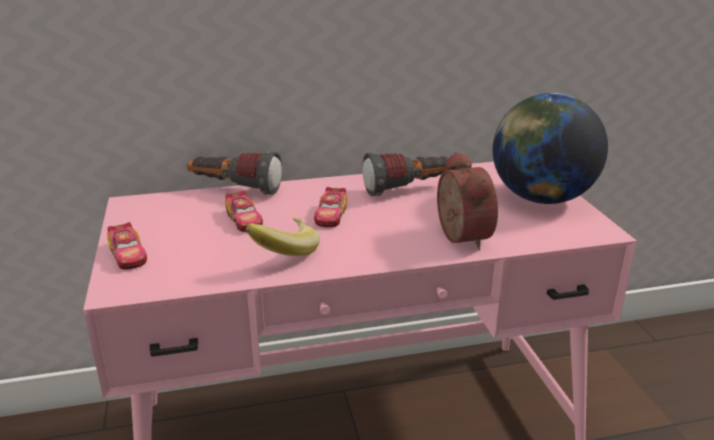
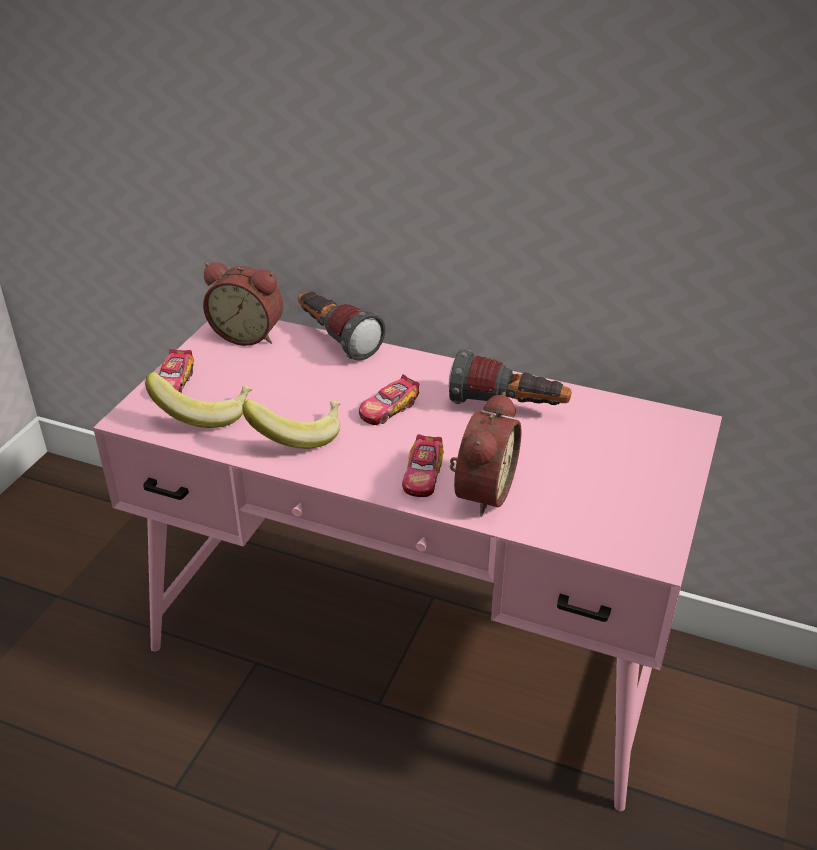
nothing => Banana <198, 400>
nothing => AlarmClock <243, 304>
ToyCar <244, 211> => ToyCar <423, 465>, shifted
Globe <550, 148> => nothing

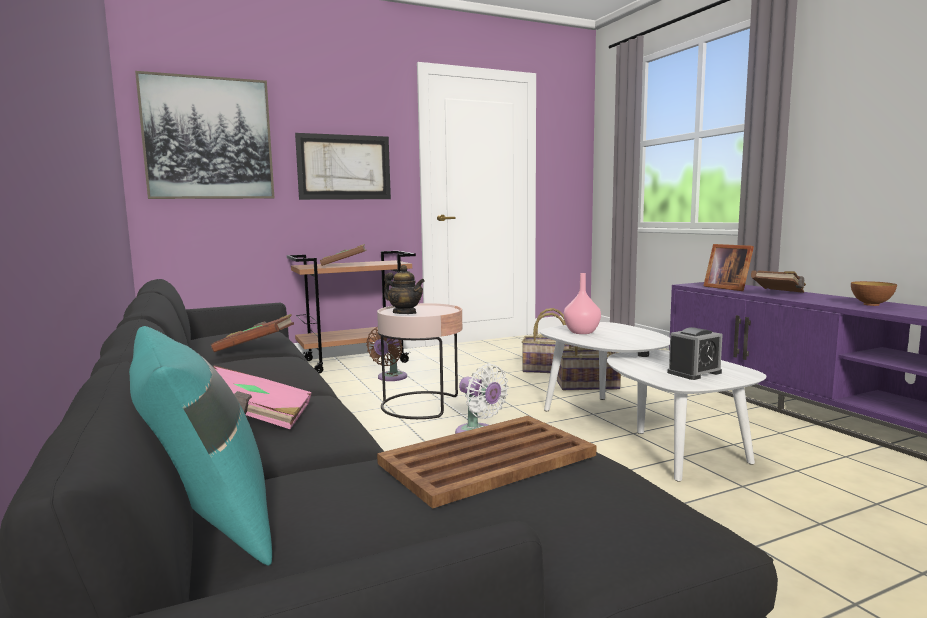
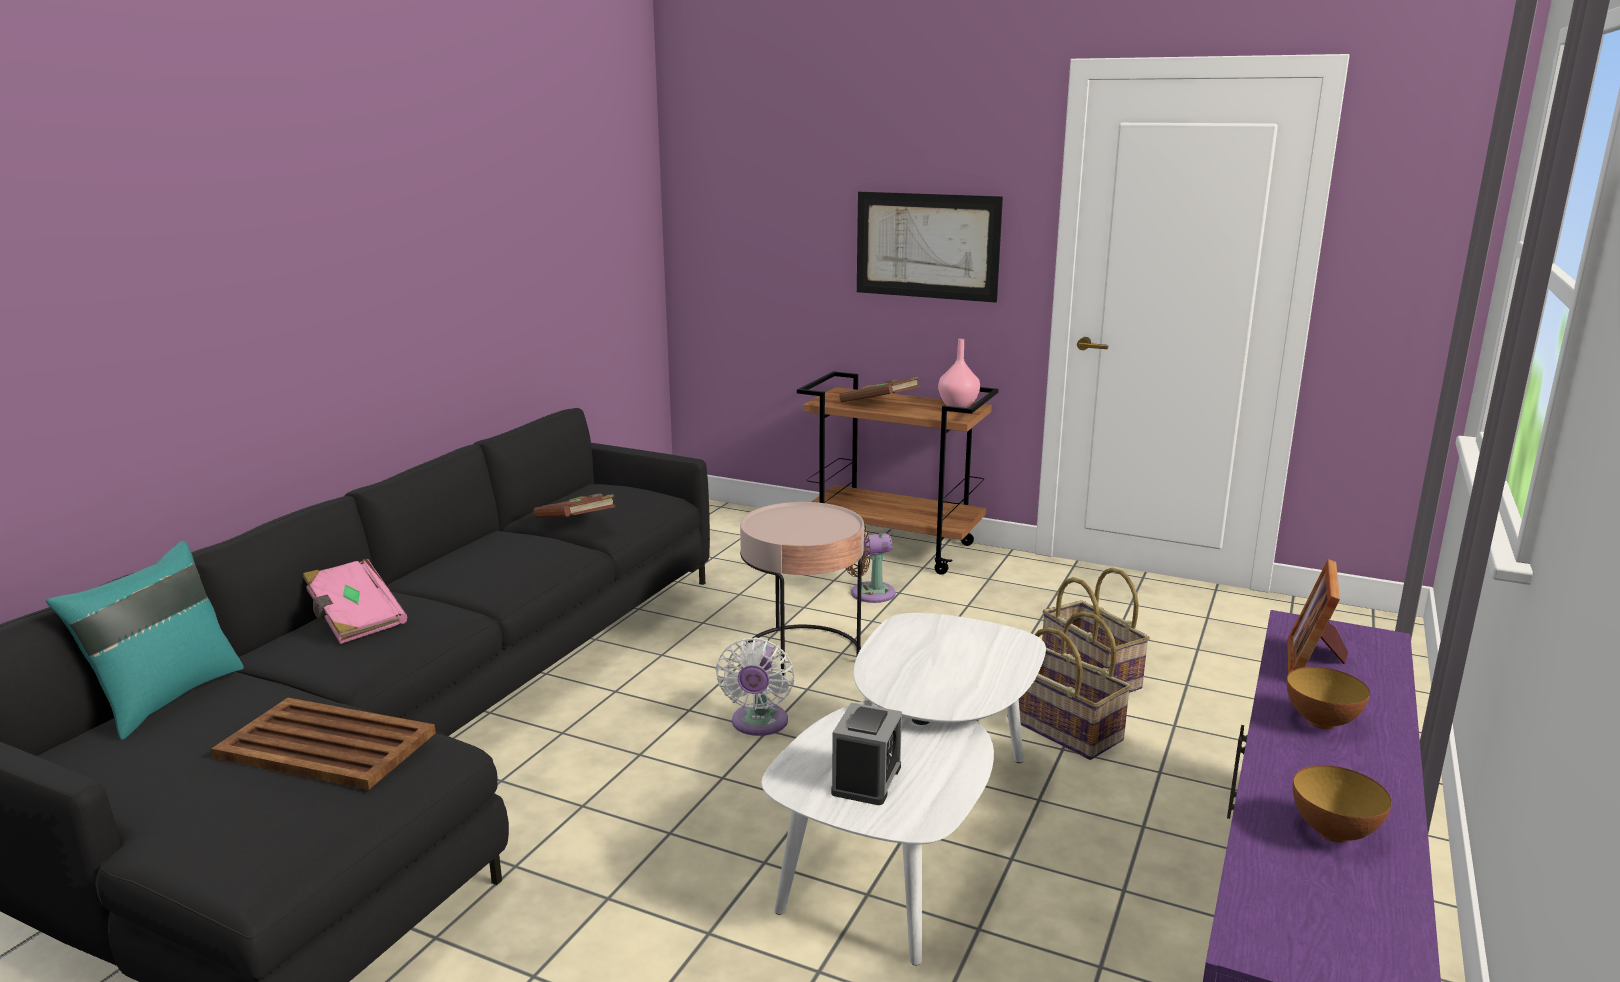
AlarmClock <695, 353> => AlarmClock <866, 754>, 90 degrees counterclockwise
PinkVase <582, 303> => PinkVase <959, 373>, shifted
BrownBook <778, 281> => Bowl <1328, 698>
Picture <204, 135> => nothing
Teapot <404, 289> => nothing

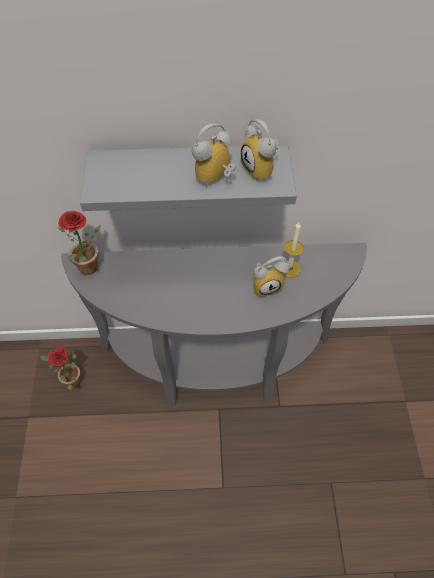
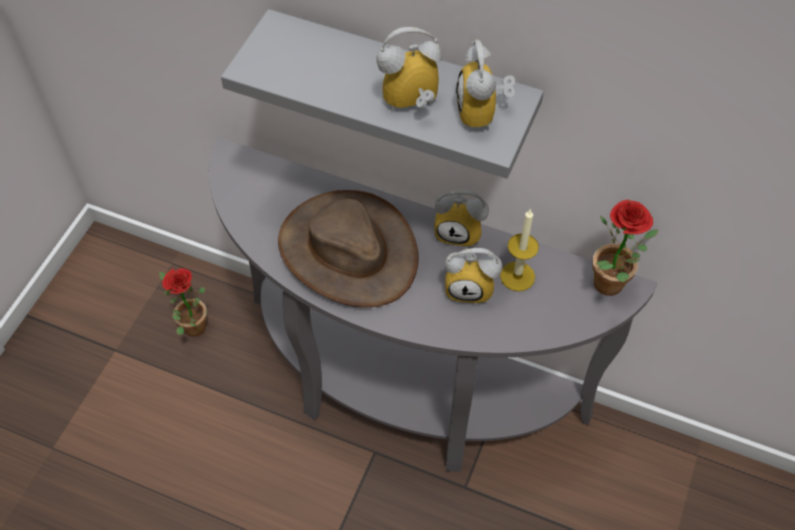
nothing => BrownHat <348, 249>
nothing => AlarmClock <462, 218>
PottedPlant <79, 243> => PottedPlant <625, 247>, shifted

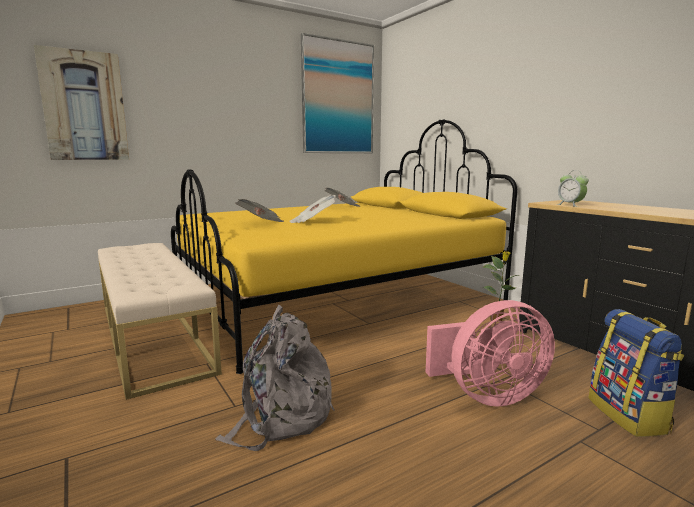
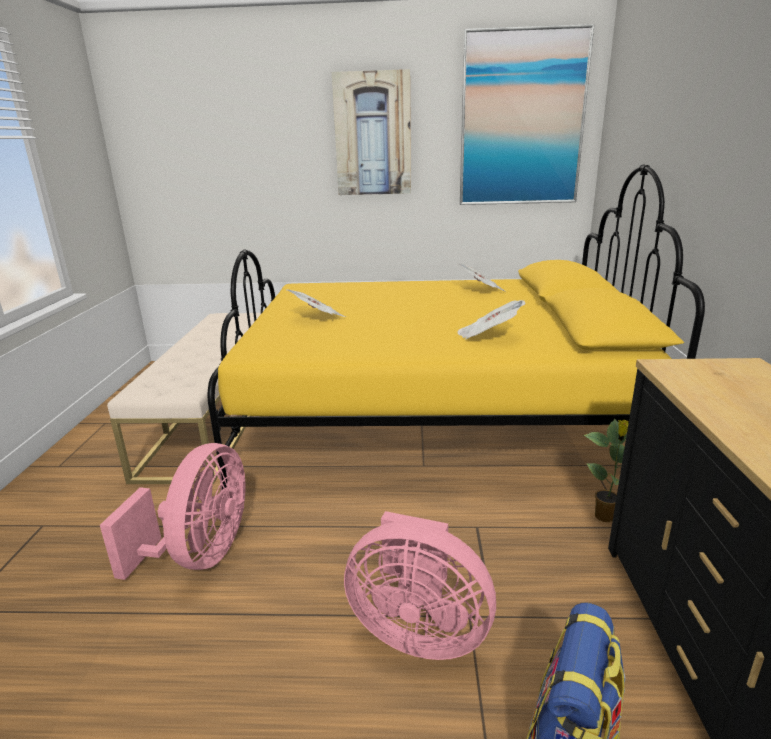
GreyBackpack <275, 378> => PinkFan <172, 511>
Picture <81, 102> => Picture <371, 132>, shifted
Newspaper <312, 209> => Newspaper <491, 319>, shifted
AlarmClock <572, 188> => nothing

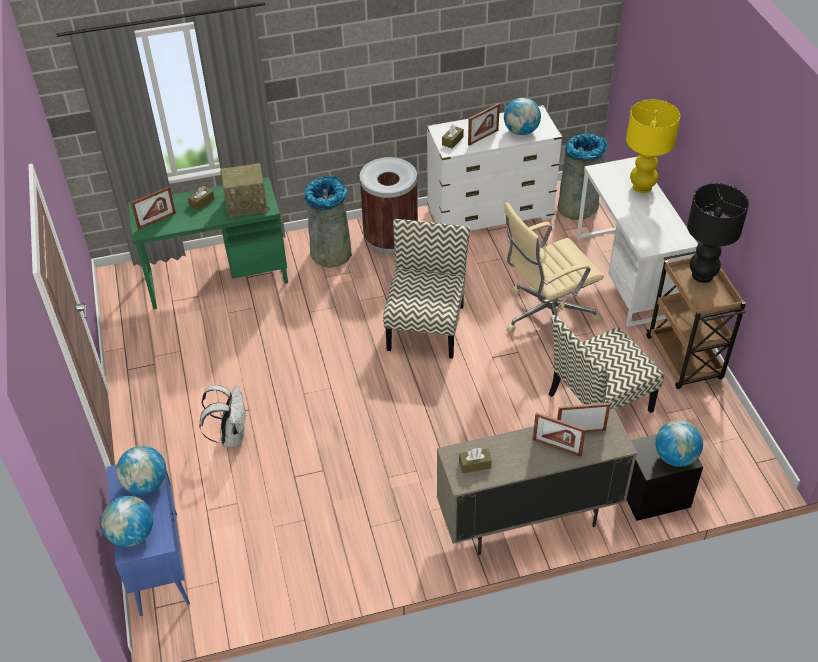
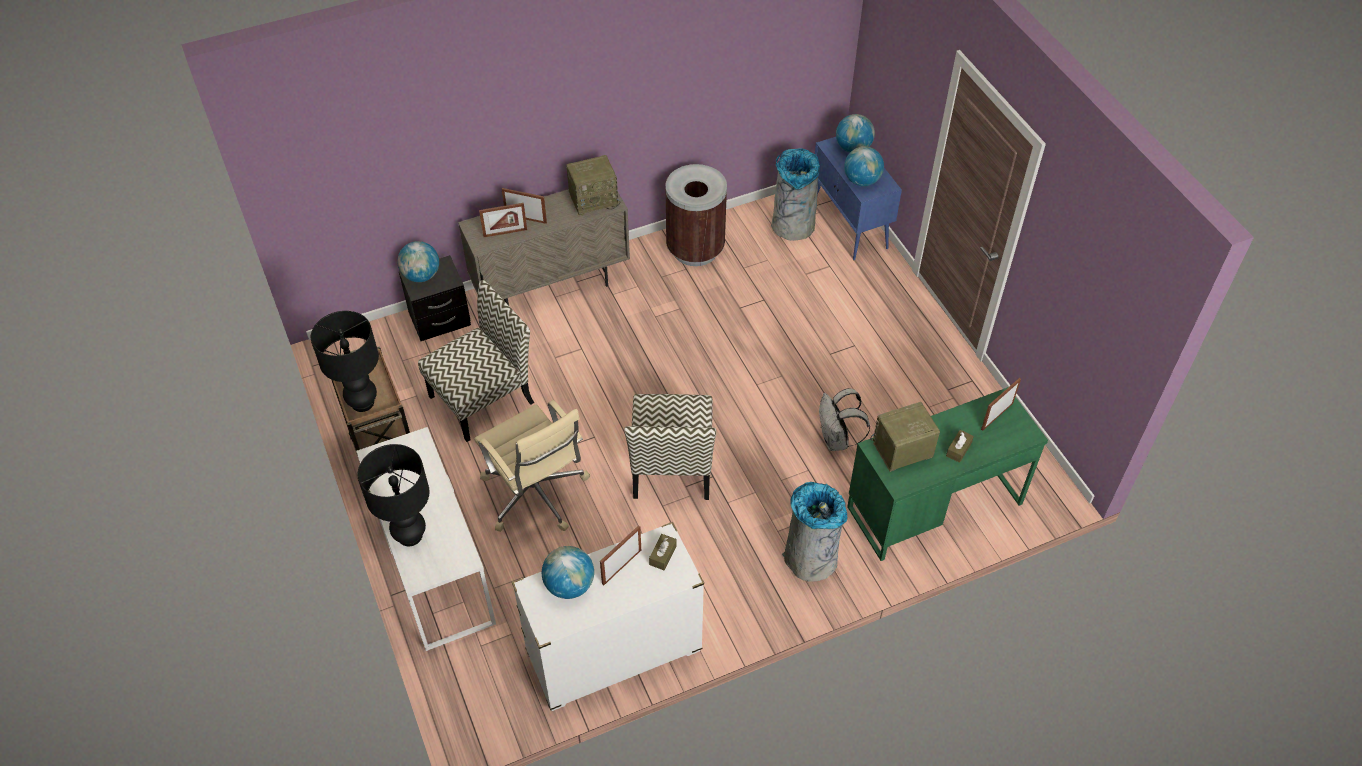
YellowTableLamp <653, 146> => BlackTableLamp <393, 495>
BeigeOfficeChair <553, 267> => BeigeOfficeChair <532, 466>, 90 degrees clockwise
BrownTissueBox <475, 460> => Radio <593, 185>
BrownTrashCan <389, 205> => BrownTrashCan <696, 215>, shifted
GreyTrashCan <583, 177> => GreyTrashCan <795, 194>, shifted
WhiteBackpack <222, 416> => WhiteBackpack <844, 419>, shifted

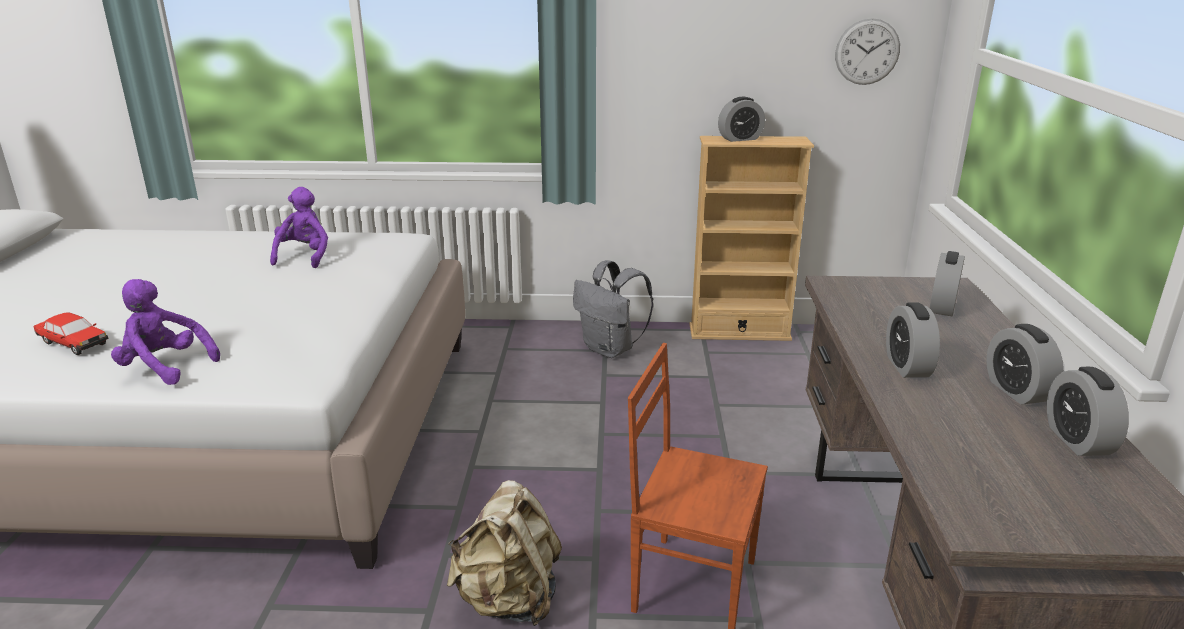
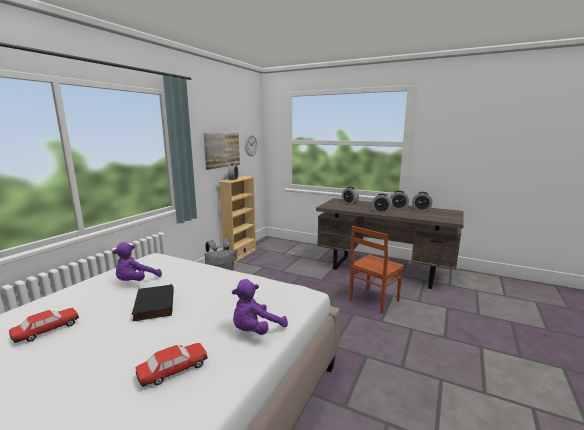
nothing => ToyCar <44, 325>
PurplePlushToy <299, 227> => PurplePlushToy <137, 261>, 90 degrees counterclockwise
nothing => BlackBook <153, 303>
nothing => Picture <222, 151>
BeigeBackpack <504, 553> => nothing

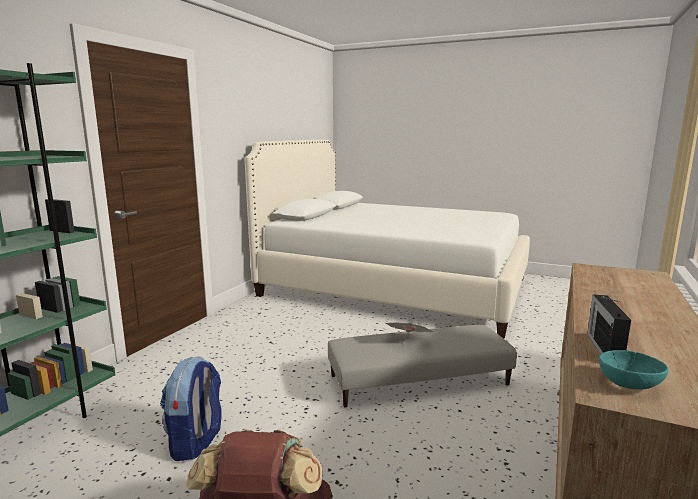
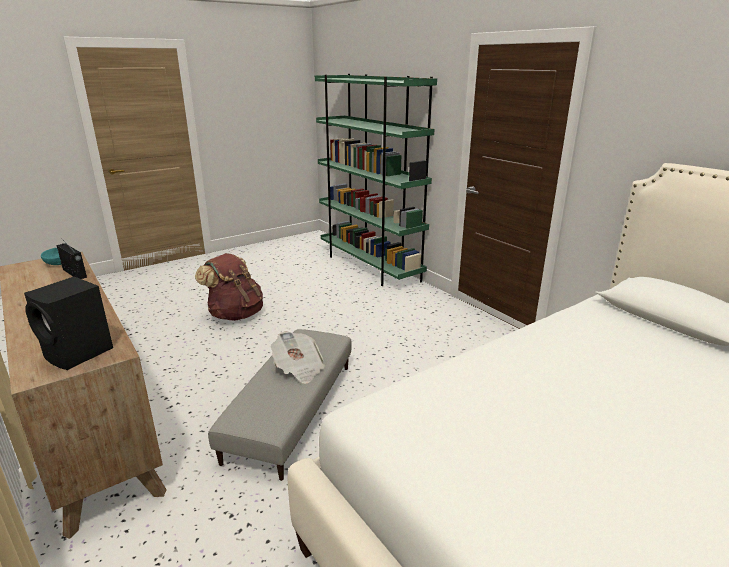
nothing => BlackSpeaker <68, 323>
Backpack <191, 408> => nothing

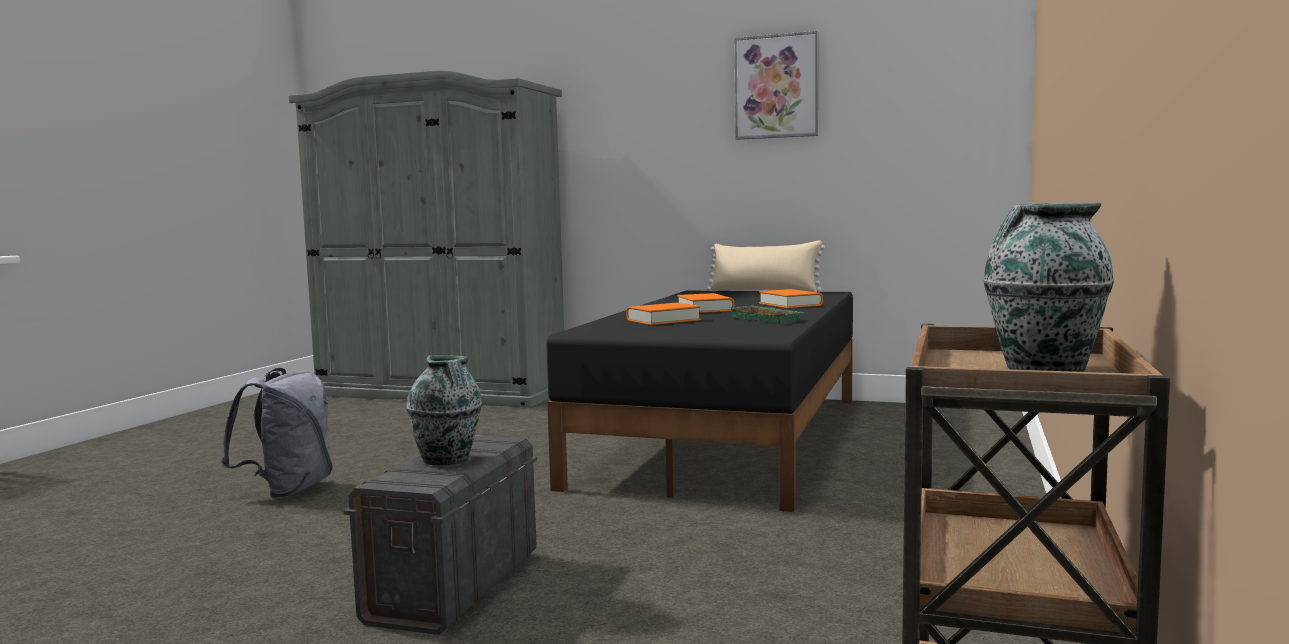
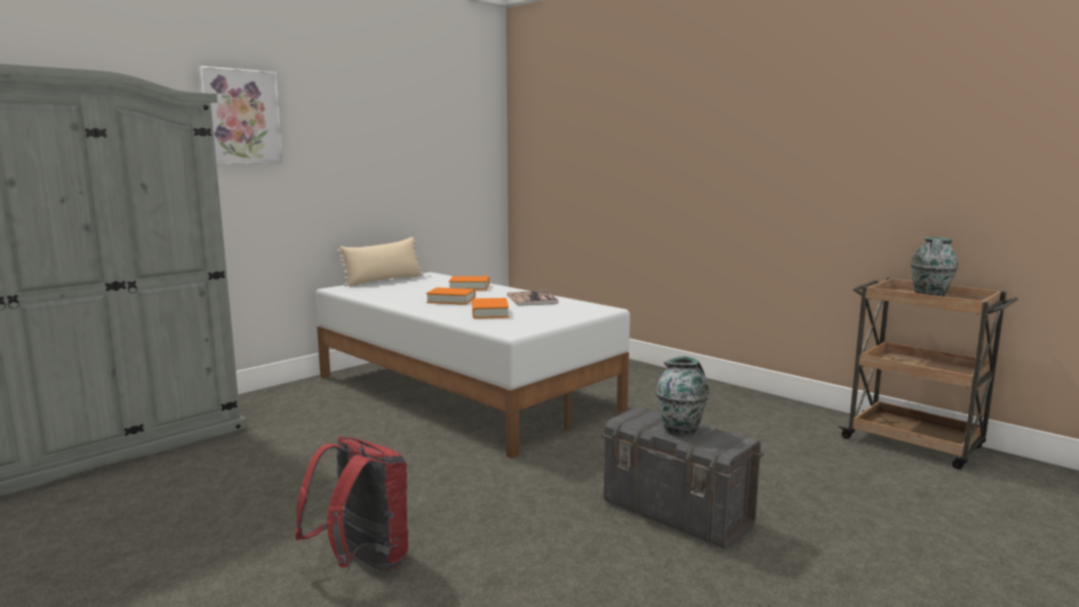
Picture <776, 85> => Picture <240, 114>, shifted
GreyBackpack <277, 433> => RedBackpack <351, 504>
BlackBed <699, 401> => WhiteBed <473, 365>
GreenTray <766, 314> => Book <533, 298>

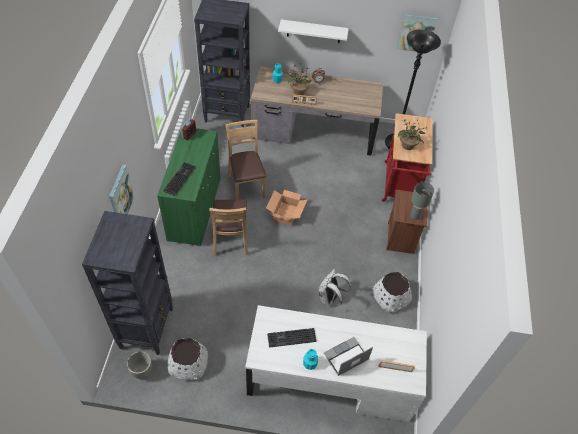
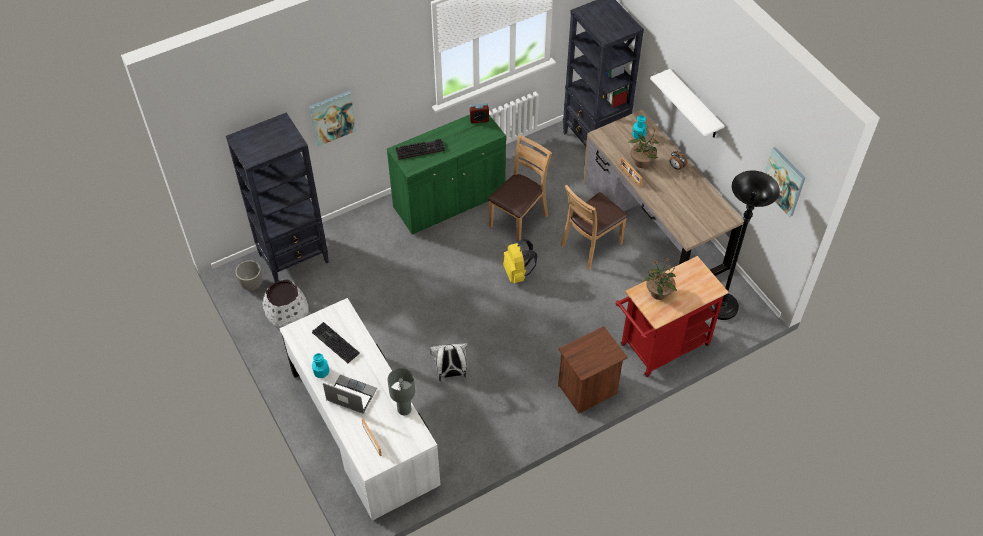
GreyTableLamp <422, 201> => GreyTableLamp <401, 391>, shifted
CardboardBox <286, 208> => YellowBackpack <520, 261>
BrownChair <228, 228> => BrownChair <594, 227>, shifted
WhitePlanter <392, 292> => nothing

